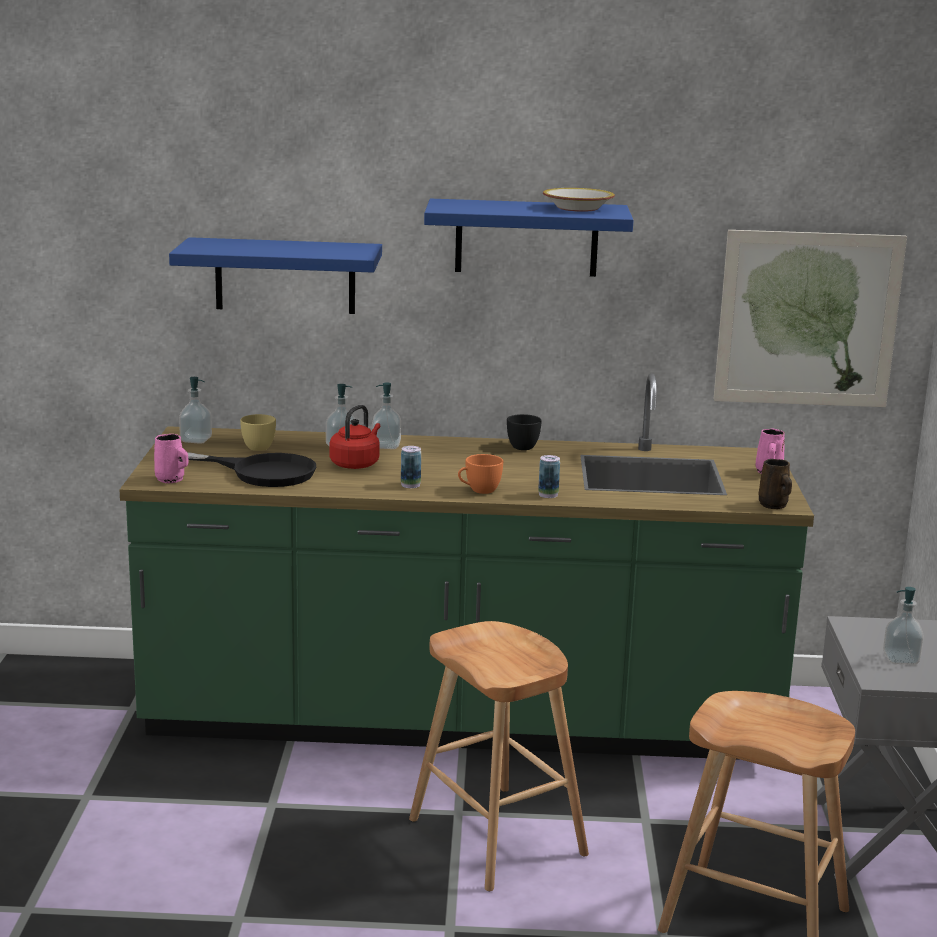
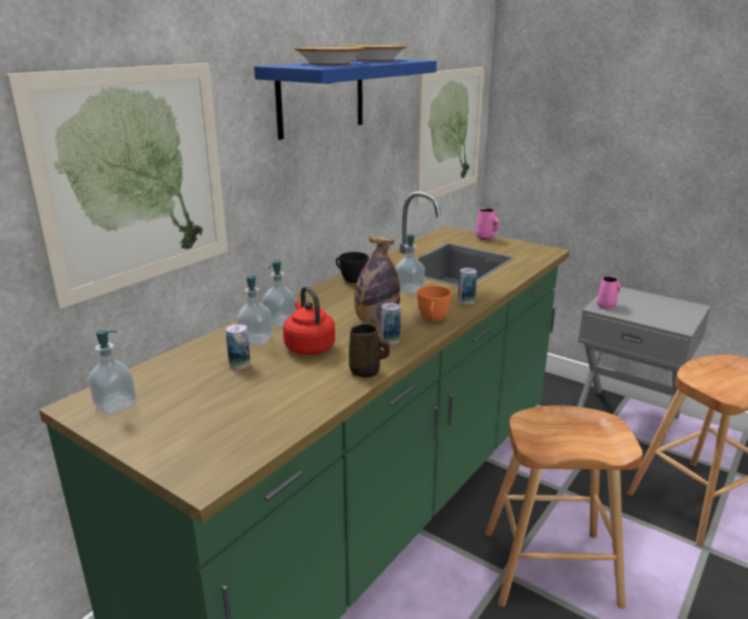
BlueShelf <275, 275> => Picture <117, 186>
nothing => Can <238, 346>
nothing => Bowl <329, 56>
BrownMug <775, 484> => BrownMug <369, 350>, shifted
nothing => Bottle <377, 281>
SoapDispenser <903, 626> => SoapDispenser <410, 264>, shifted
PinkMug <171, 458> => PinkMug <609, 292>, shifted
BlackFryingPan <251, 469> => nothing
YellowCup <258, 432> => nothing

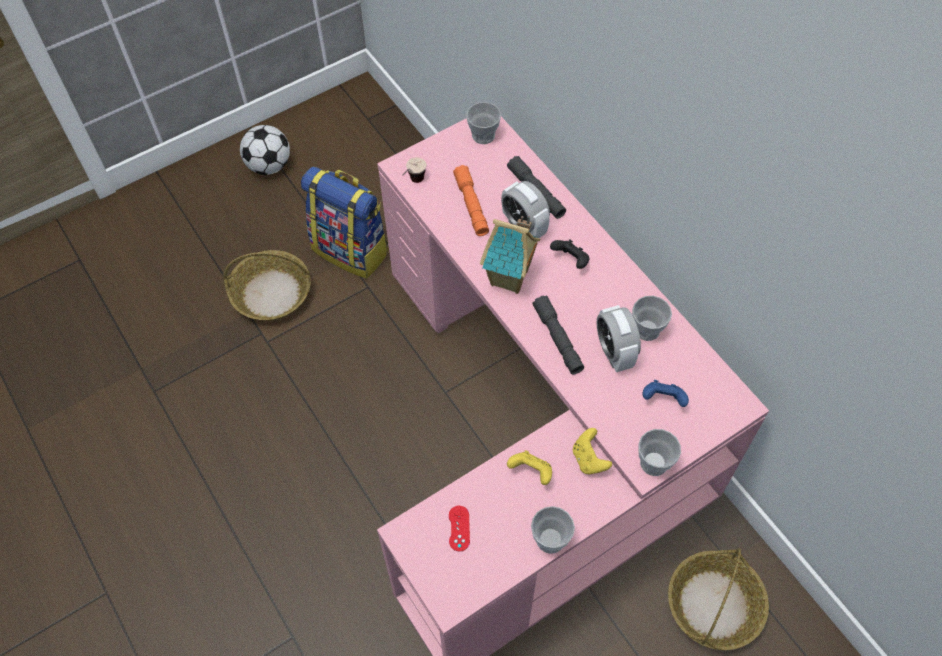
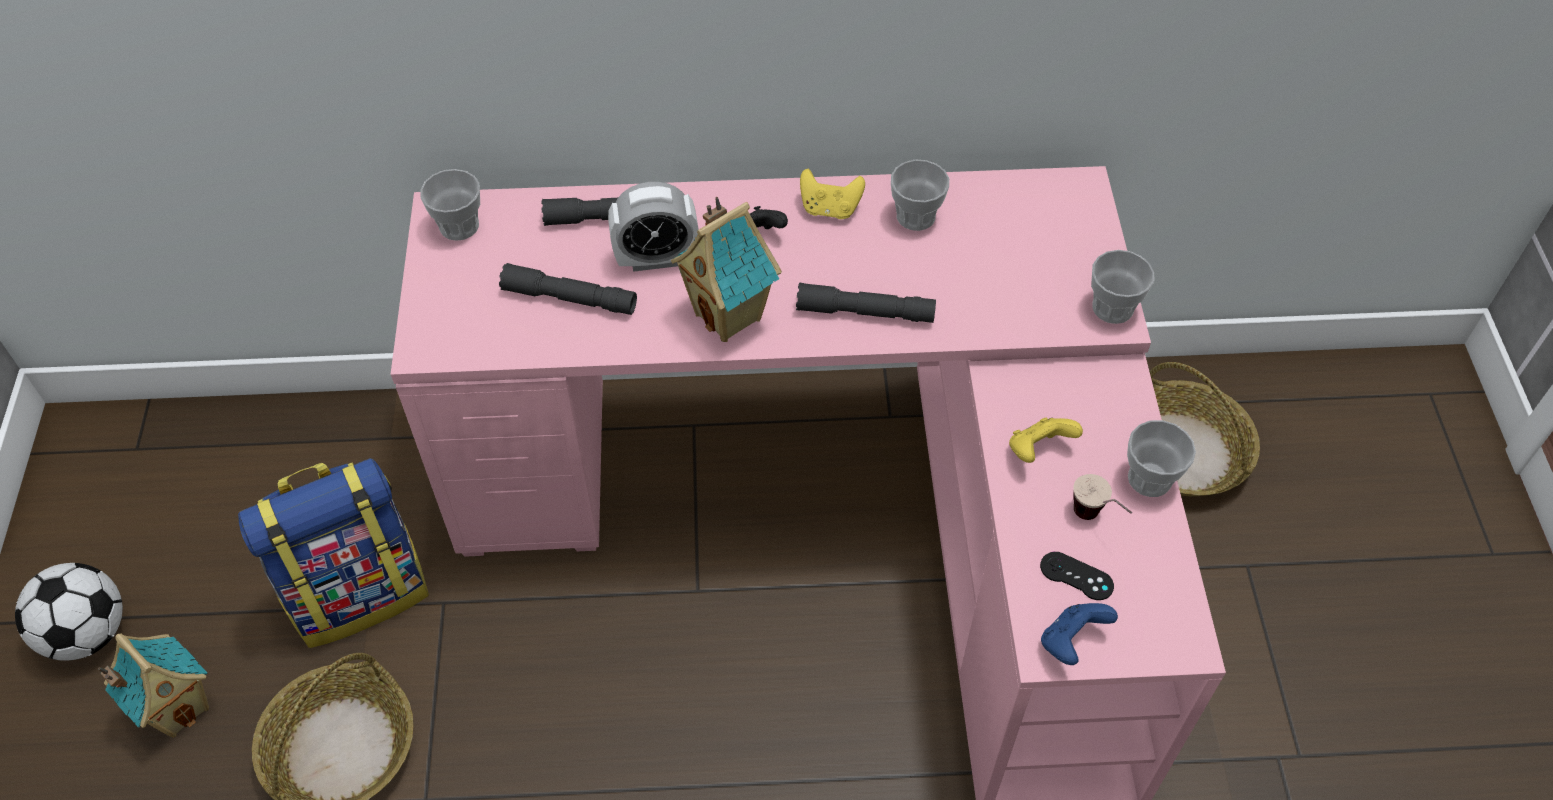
nothing => ToyHouse <153, 686>
OrangeFlashlight <471, 200> => GreyFlashlight <568, 289>
YellowGameController <592, 451> => YellowGameController <832, 194>, shifted
RedGameController <459, 529> => BlackGameController <1077, 576>
BlueGameController <665, 393> => BlueGameController <1079, 634>, shifted
Cup <414, 170> => Cup <1102, 497>, shifted
AlarmClock <619, 338> => nothing

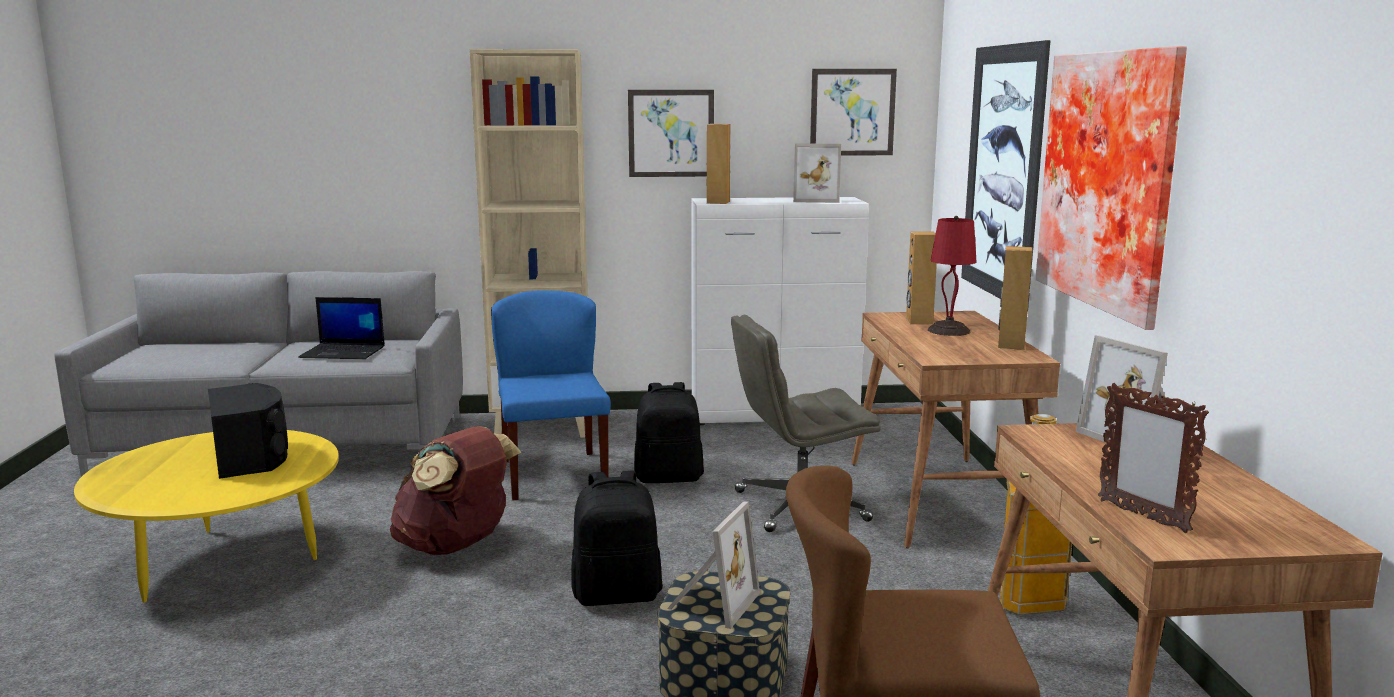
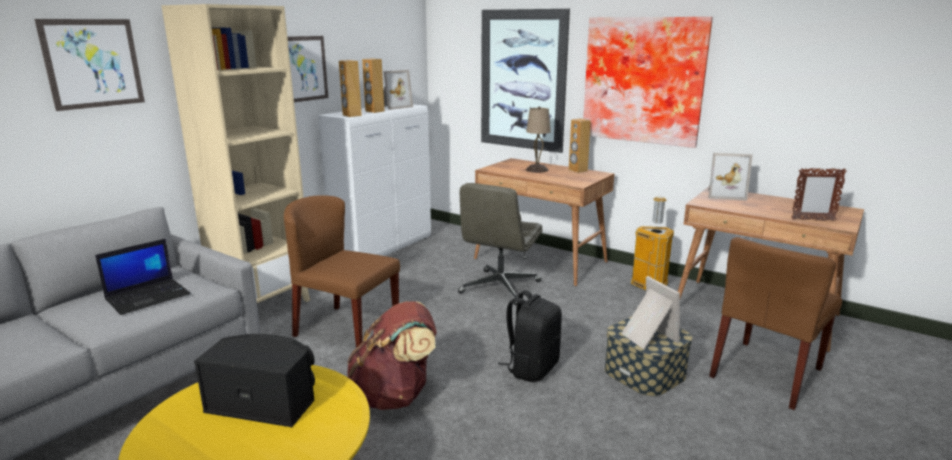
Picture <853, 112> => Picture <89, 65>, shifted
BlueChair <551, 395> => BrownChair <342, 271>
BrownSpeaker <921, 277> => BrownSpeaker <373, 85>, shifted
RedTableLamp <952, 276> => BeigeTableLamp <538, 139>
BlackBackpack <669, 432> => nothing

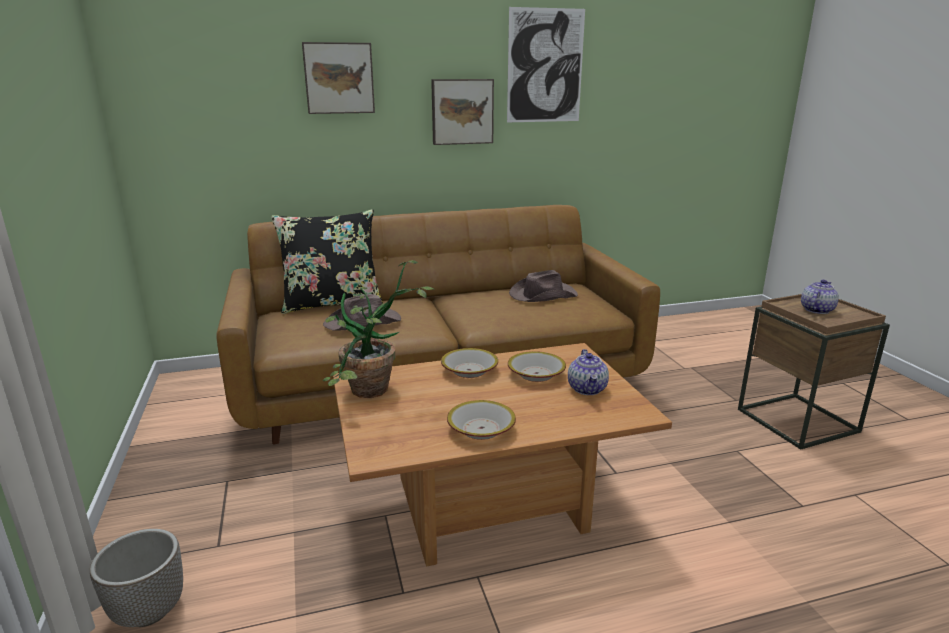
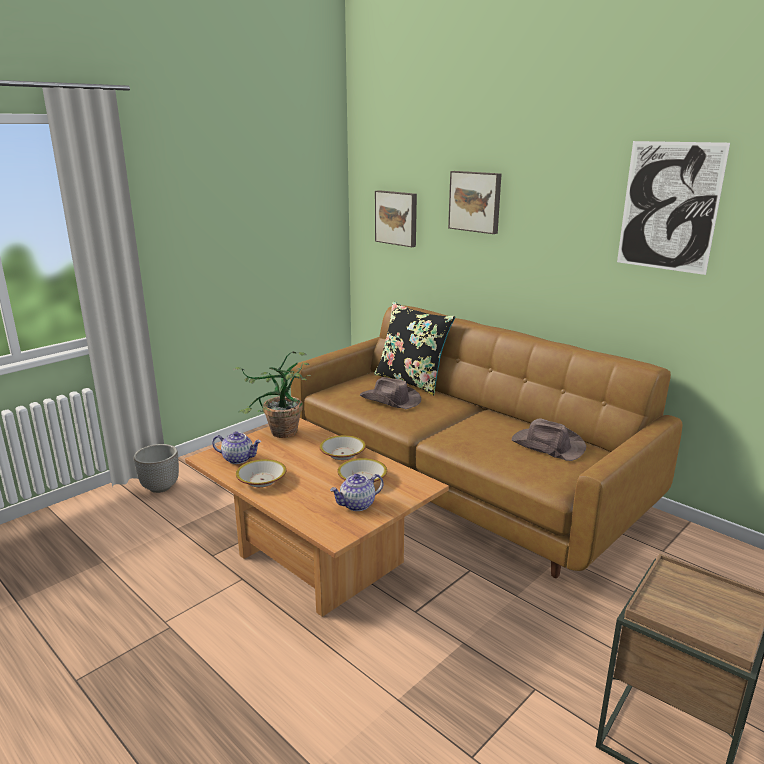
Teapot <820, 297> => Teapot <236, 447>, shifted
Picture <462, 112> => Picture <396, 218>, shifted

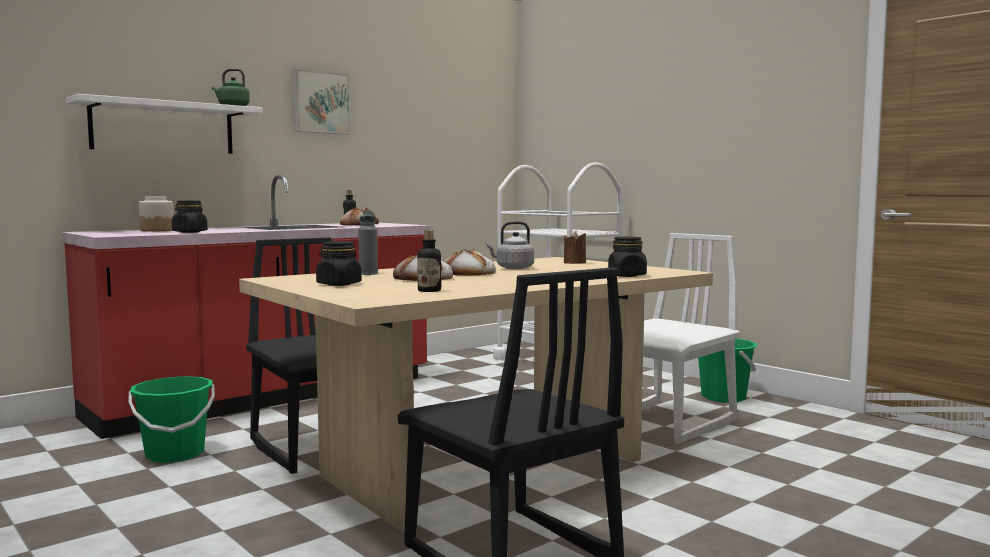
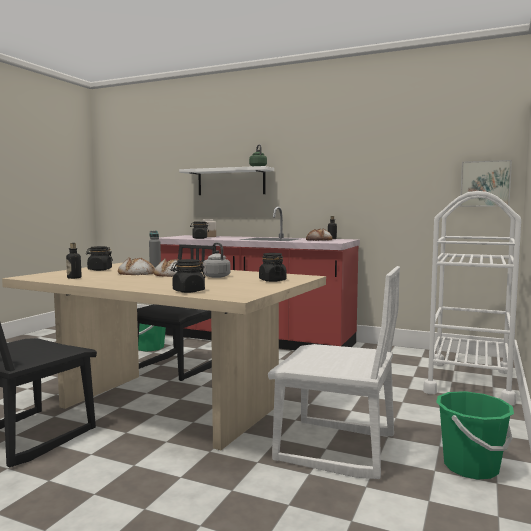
BrownCandle <575, 247> => BlackJar <273, 267>
Picture <321, 101> => Picture <486, 183>, shifted

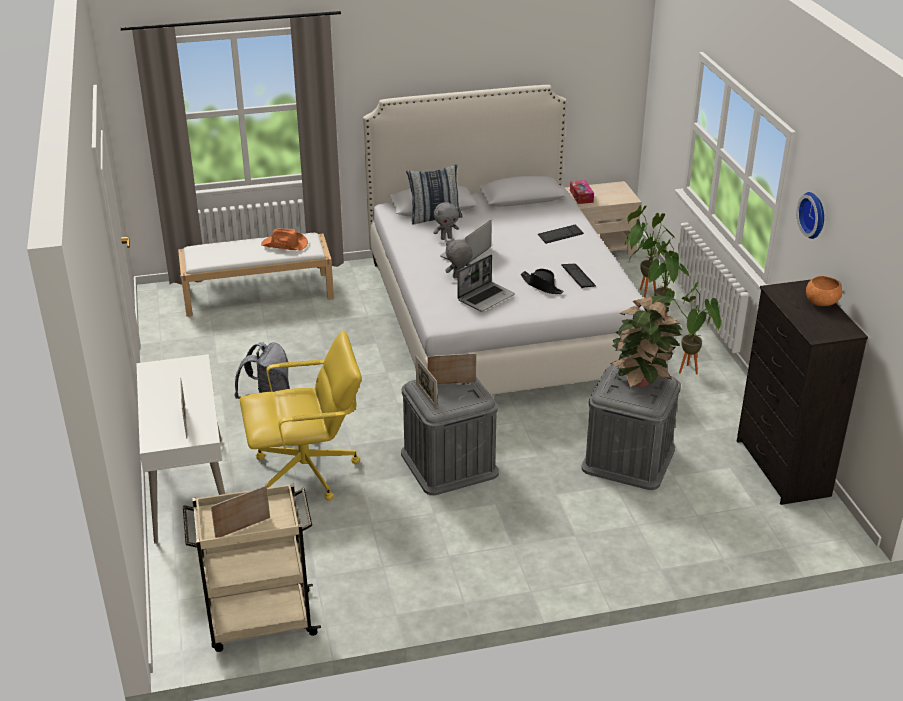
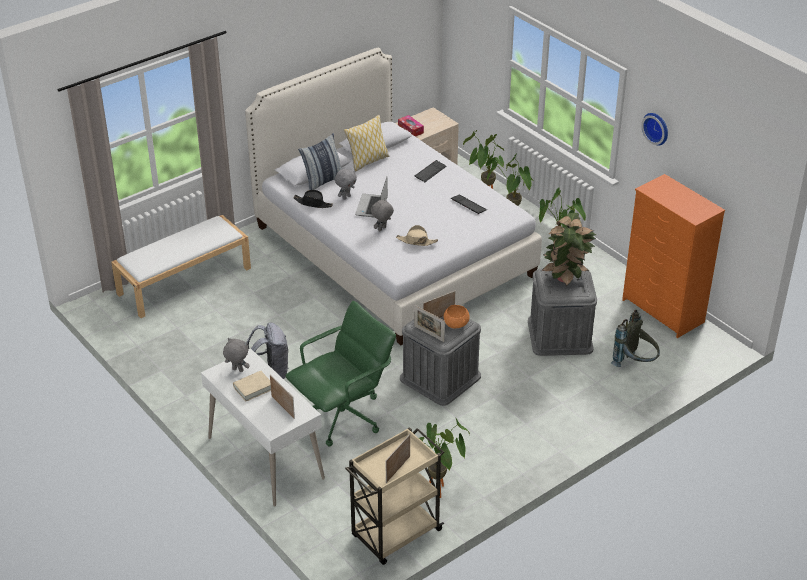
nothing => GreyPlushToy <236, 355>
nothing => BeigeBook <252, 386>
YellowOfficeChair <301, 415> => GreenOfficeChair <340, 373>
BlackHat <542, 281> => BlackHat <313, 199>, shifted
nothing => Pillow <366, 143>
Laptop <486, 283> => BeigeHat <417, 235>
nothing => PottedPlant <444, 458>
OrangeBowl <824, 291> => OrangeBowl <457, 316>, shifted
nothing => GreyBackpack <635, 338>
BlackDresser <802, 392> => OrangeDresser <673, 256>
OrangeHat <284, 240> => nothing

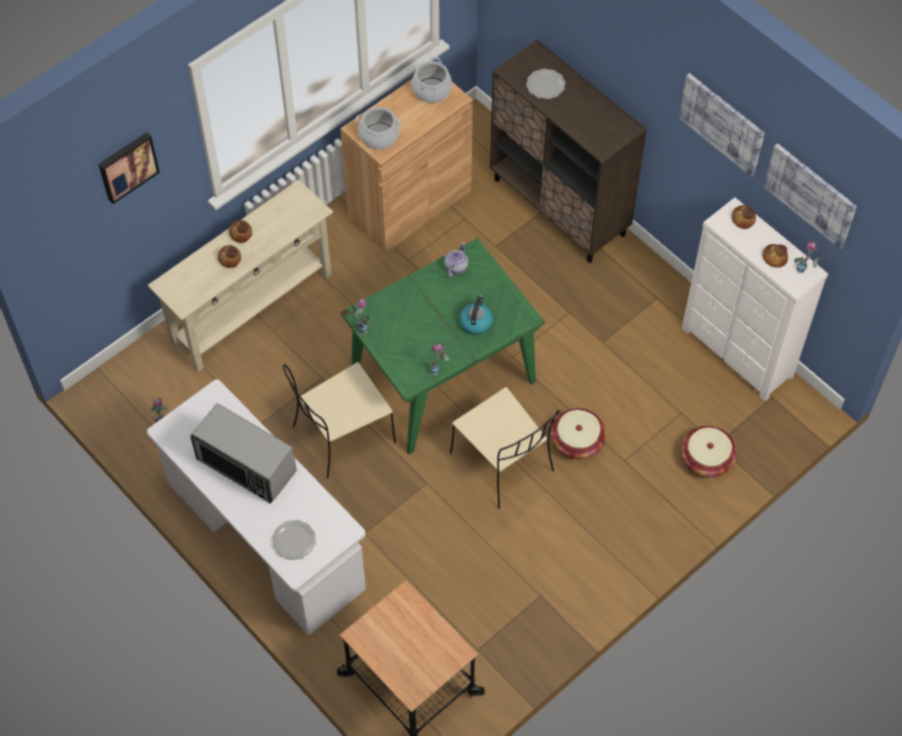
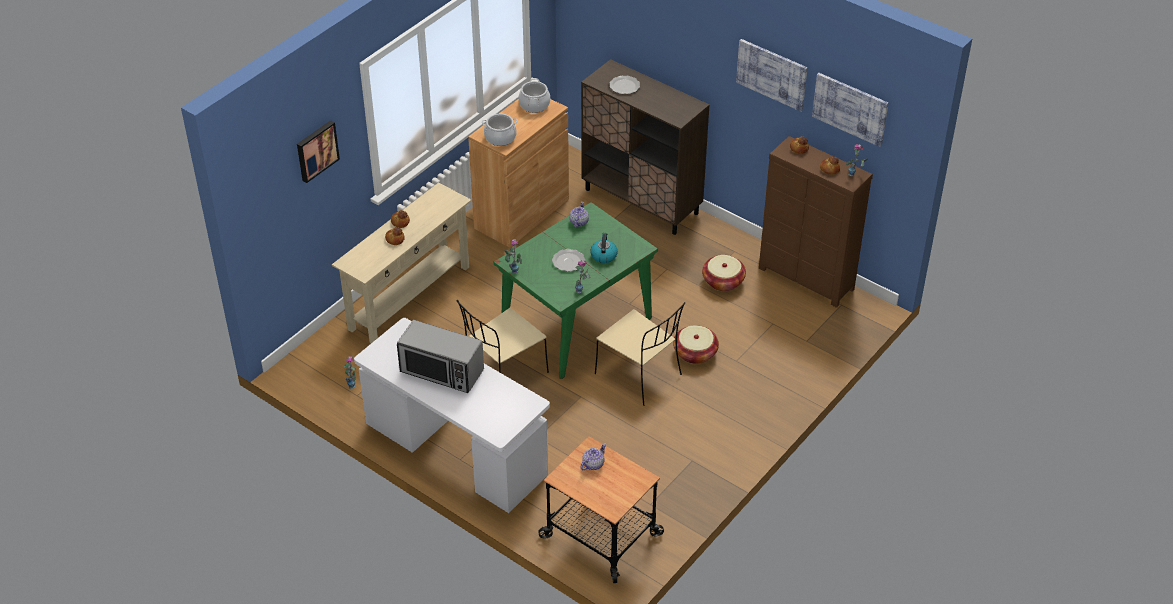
Plate <294, 540> => Plate <568, 260>, shifted
nothing => Teapot <593, 457>
Basket <709, 451> => Basket <724, 273>, shifted
WhiteDresser <755, 299> => BrownDresser <816, 222>

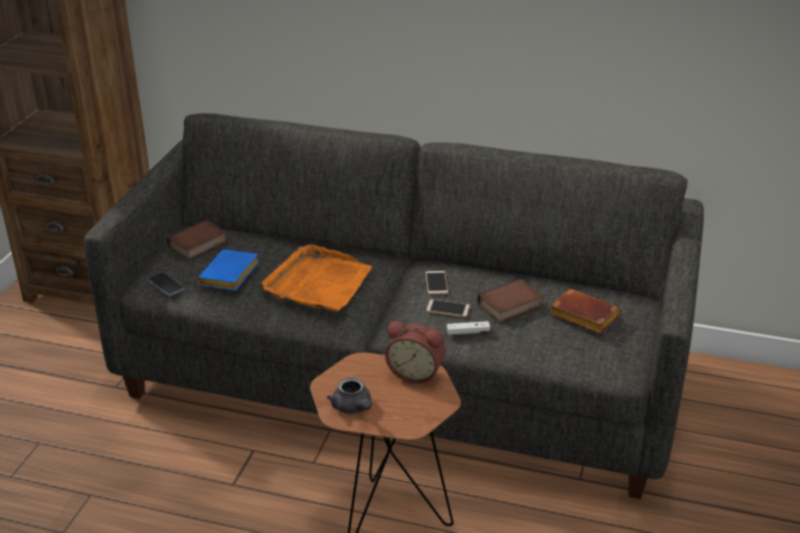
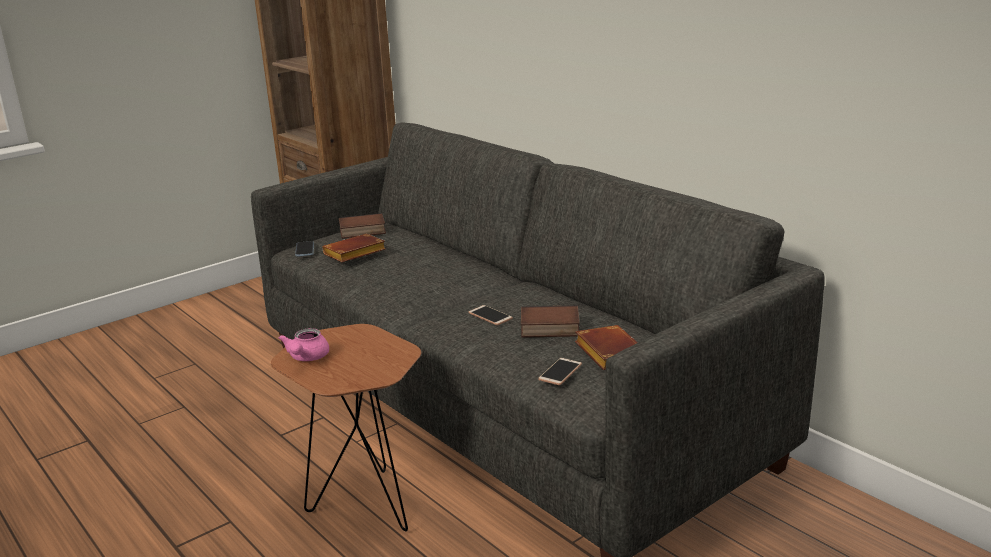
GreyTeapot <349, 395> => PinkTeapot <303, 344>
BlueBook <228, 270> => BrownBook <354, 248>
Phone <436, 282> => Phone <560, 371>, shifted
OrangeTray <316, 278> => nothing
AlarmClock <415, 352> => nothing
WhiteGameController <468, 328> => nothing

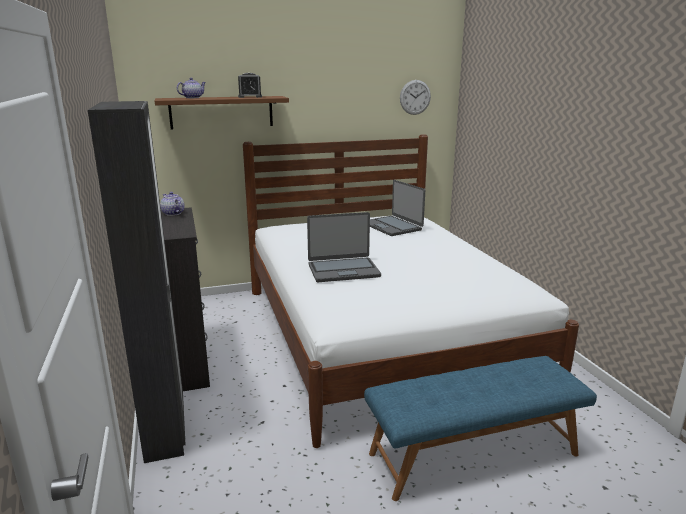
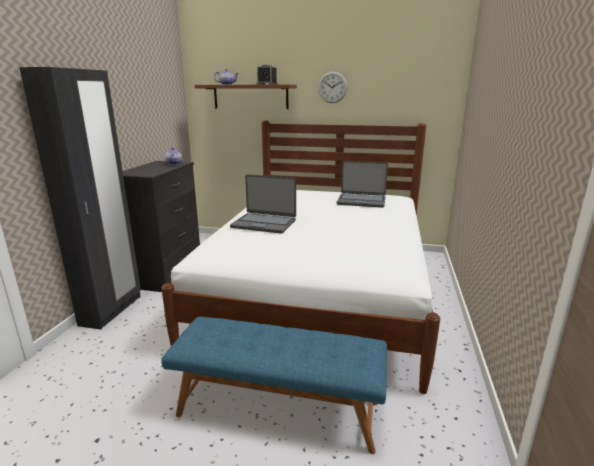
WallClock <415, 97> => WallClock <333, 87>, shifted
Laptop <397, 208> => Laptop <362, 184>, 75 degrees counterclockwise

